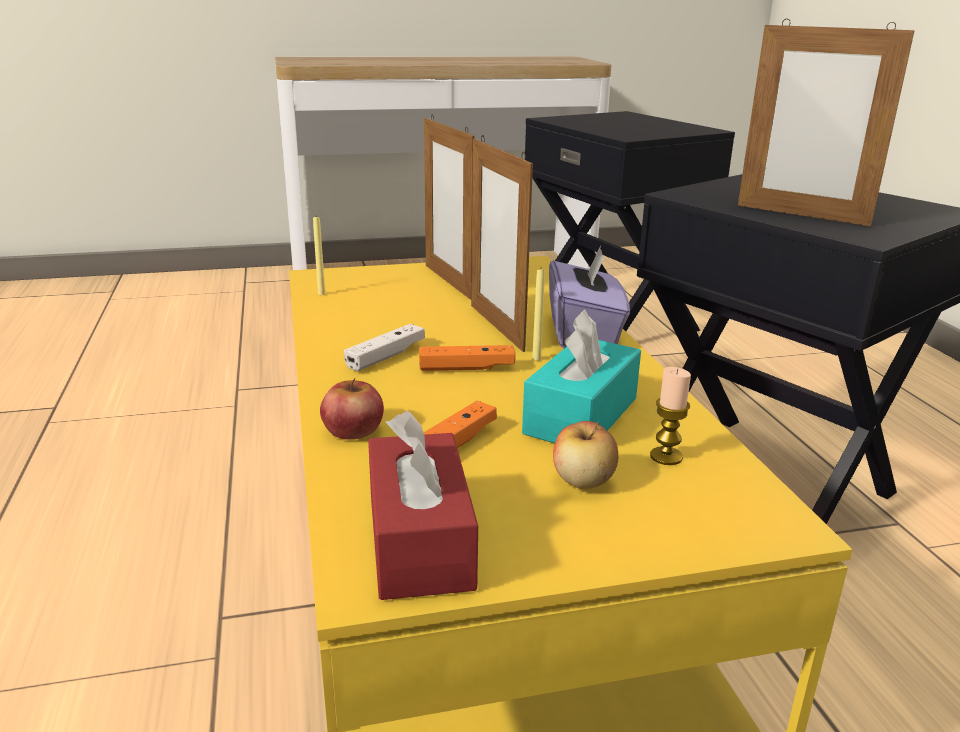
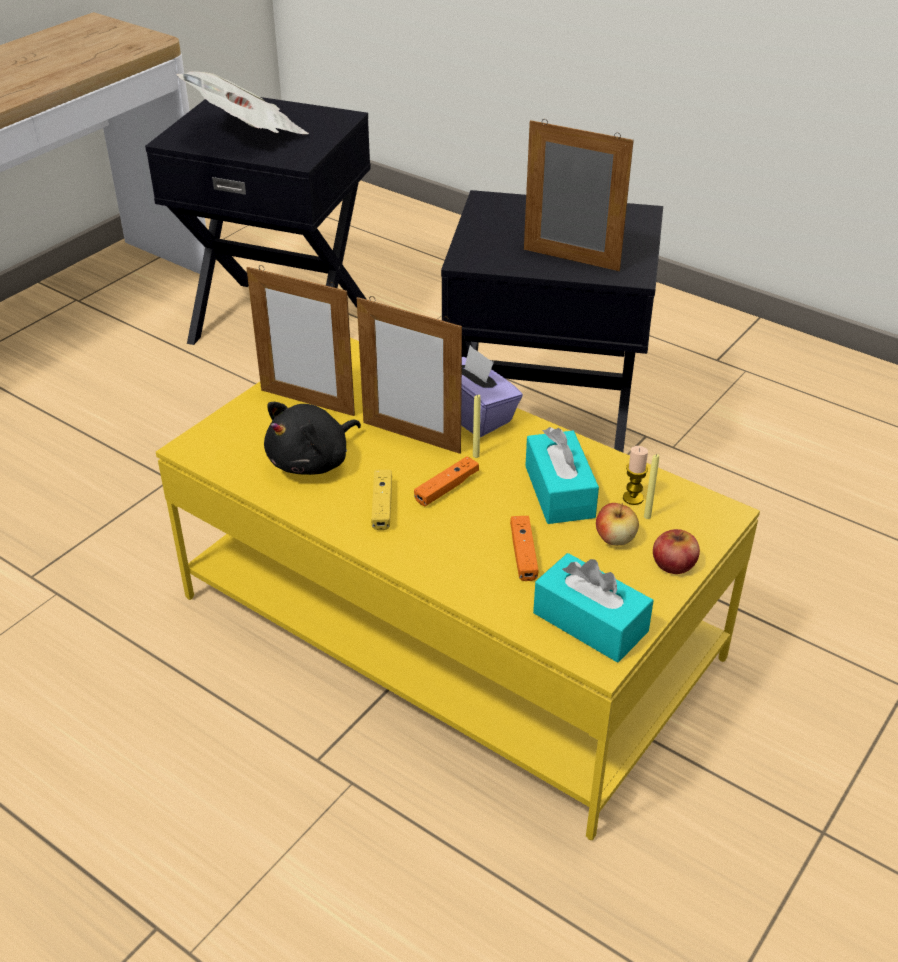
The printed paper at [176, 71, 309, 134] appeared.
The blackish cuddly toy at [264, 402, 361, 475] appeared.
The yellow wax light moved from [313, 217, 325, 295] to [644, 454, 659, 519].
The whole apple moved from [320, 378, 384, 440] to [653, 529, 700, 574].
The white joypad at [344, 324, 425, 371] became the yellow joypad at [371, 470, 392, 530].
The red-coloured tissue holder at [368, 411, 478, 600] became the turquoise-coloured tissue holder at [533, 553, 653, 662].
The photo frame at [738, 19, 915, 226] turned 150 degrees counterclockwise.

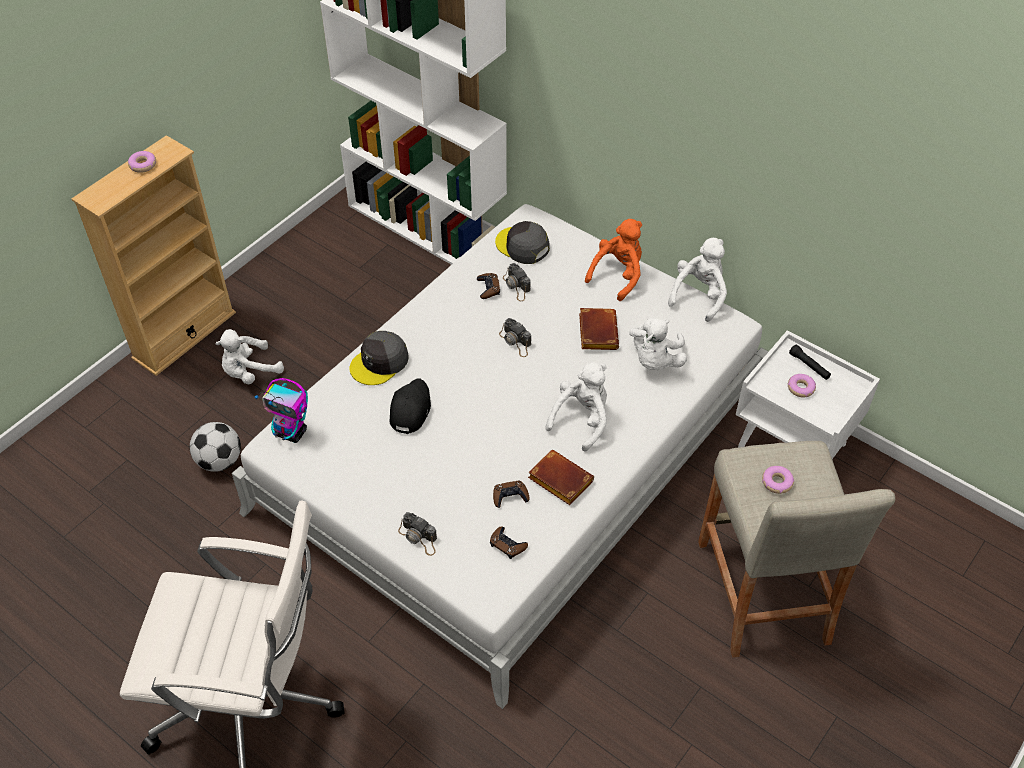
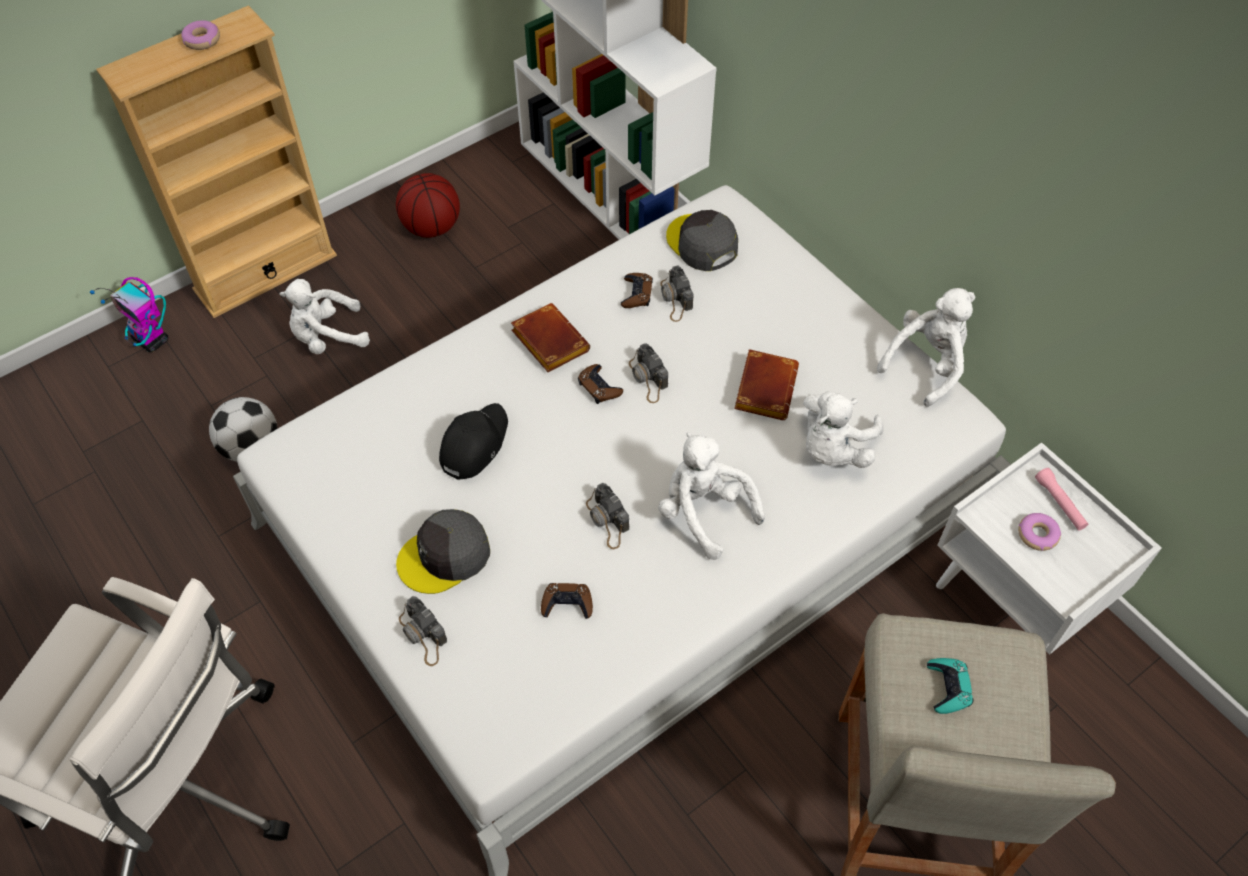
The orange cuddly toy at [585, 219, 642, 301] disappeared.
The basketball ball at [396, 173, 460, 238] appeared.
The still camera at [586, 483, 629, 549] appeared.
The model robot moved from [254, 378, 308, 443] to [90, 277, 168, 352].
The gray peaked cap moved from [350, 331, 409, 385] to [396, 509, 490, 594].
The brown joypad moved from [490, 527, 528, 559] to [578, 364, 623, 404].
The brown volume moved from [528, 450, 594, 505] to [511, 303, 590, 372].
The donut at [762, 466, 794, 494] was replaced by the turquoise-coloured joypad at [927, 658, 974, 714].
The blackish torch at [789, 345, 831, 380] became the pink torch at [1035, 468, 1088, 531].
The white cuddly toy at [545, 362, 607, 452] turned 90 degrees counterclockwise.

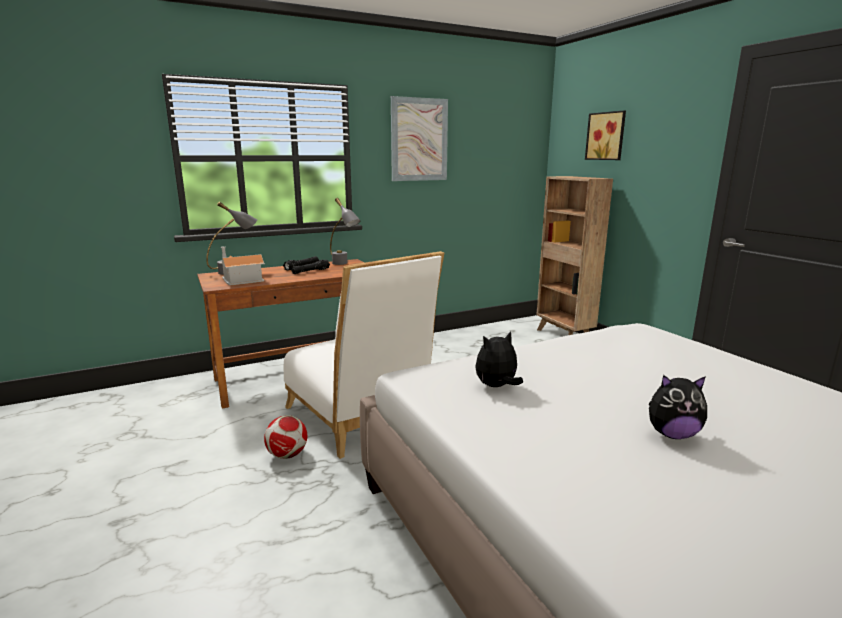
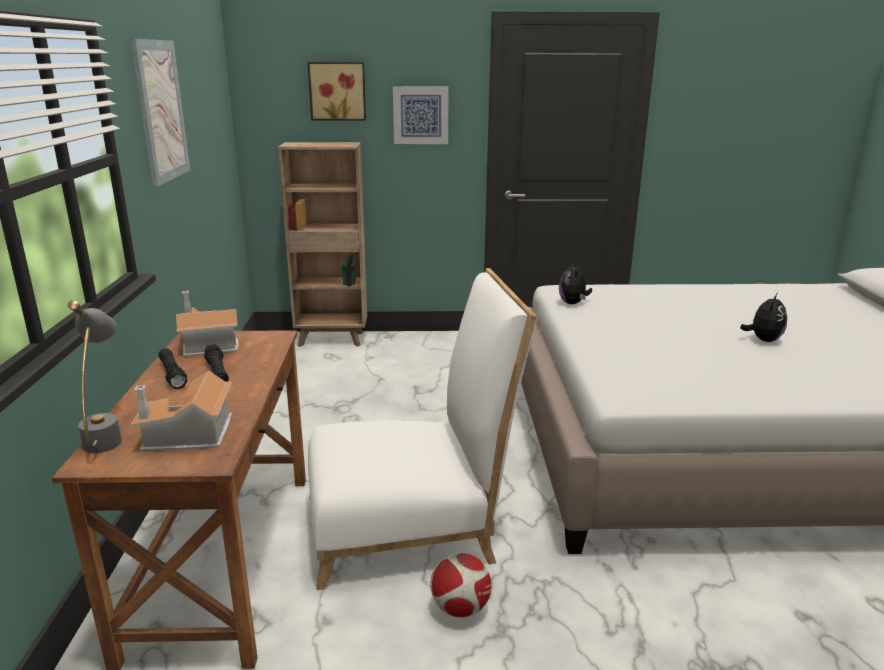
The wall art at [393, 86, 449, 144] appeared.
The cuddly toy moved from [475, 331, 523, 387] to [559, 261, 592, 304].
The gray tabletop lamp at [330, 198, 360, 265] was replaced by the toy house at [176, 291, 239, 357].

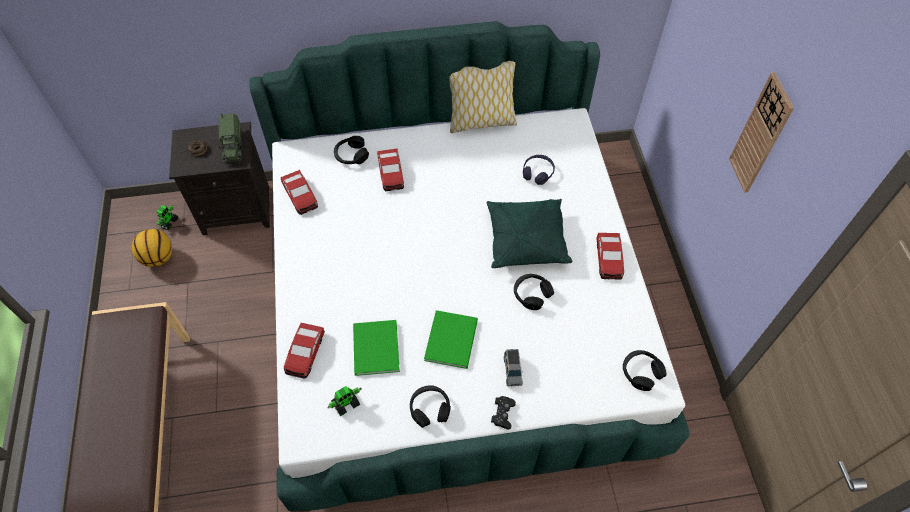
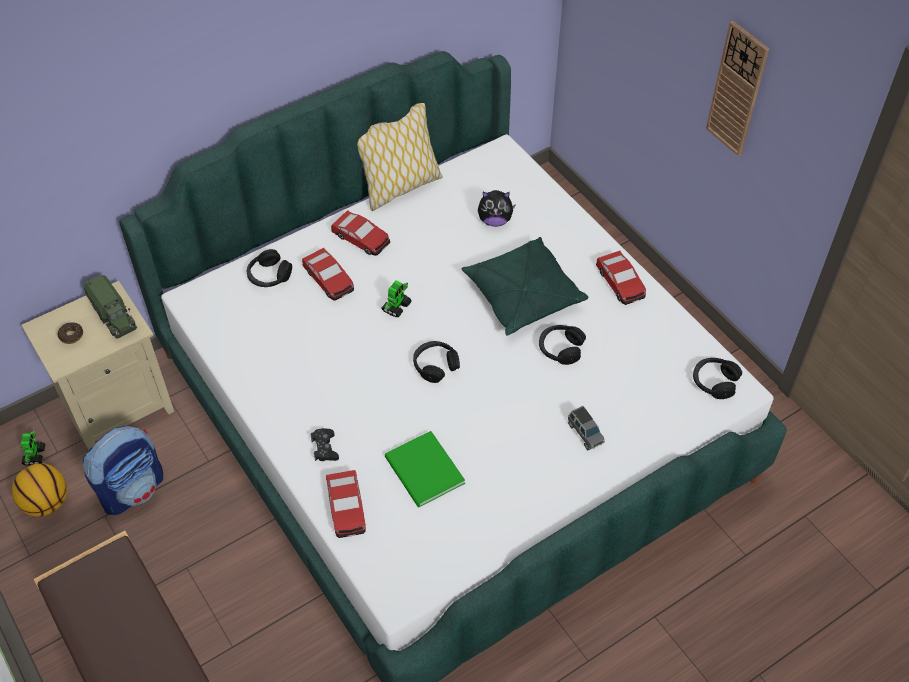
The greenish volume at [424, 310, 478, 369] disappeared.
The knapsack at [82, 426, 163, 515] appeared.
The miniature car moved from [281, 170, 318, 215] to [331, 210, 390, 256].
The model robot moved from [327, 386, 362, 416] to [382, 280, 412, 317].
The blackish headset moved from [410, 385, 451, 428] to [413, 341, 460, 383].
The blackish joypad moved from [491, 396, 516, 430] to [310, 428, 339, 461].
The purple headset at [523, 155, 555, 185] was replaced by the cuddly toy at [478, 190, 516, 227].
The blackish night table at [169, 122, 270, 235] became the beige-coloured night table at [21, 281, 174, 450].

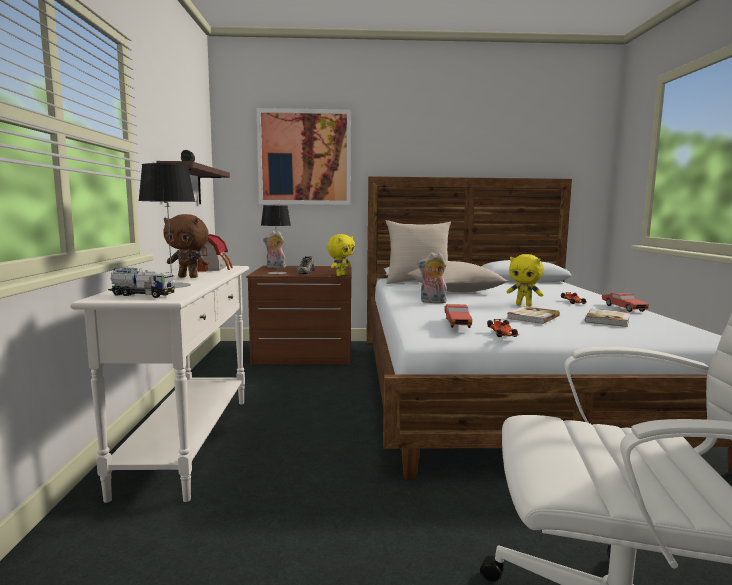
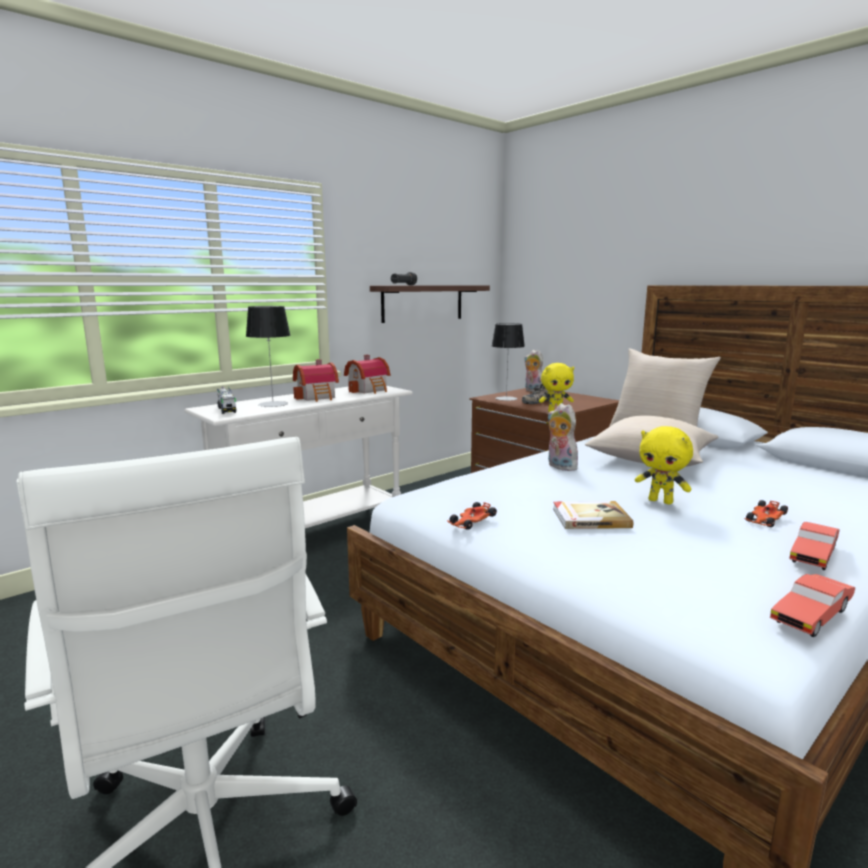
The wall art at [257, 108, 351, 205] disappeared.
The volume at [585, 309, 630, 327] disappeared.
The red-coloured miniature car moved from [444, 304, 472, 328] to [770, 574, 855, 637].
The brown cuddly toy at [164, 214, 209, 278] was replaced by the toy house at [293, 359, 339, 402].
The yellow cuddly toy at [506, 254, 544, 306] turned 45 degrees counterclockwise.

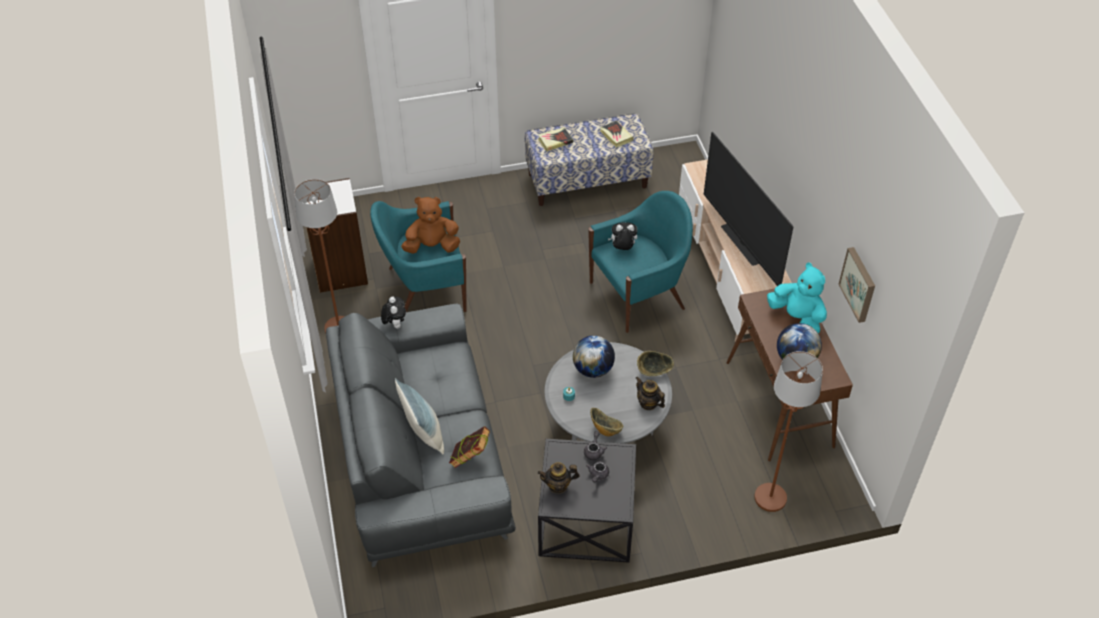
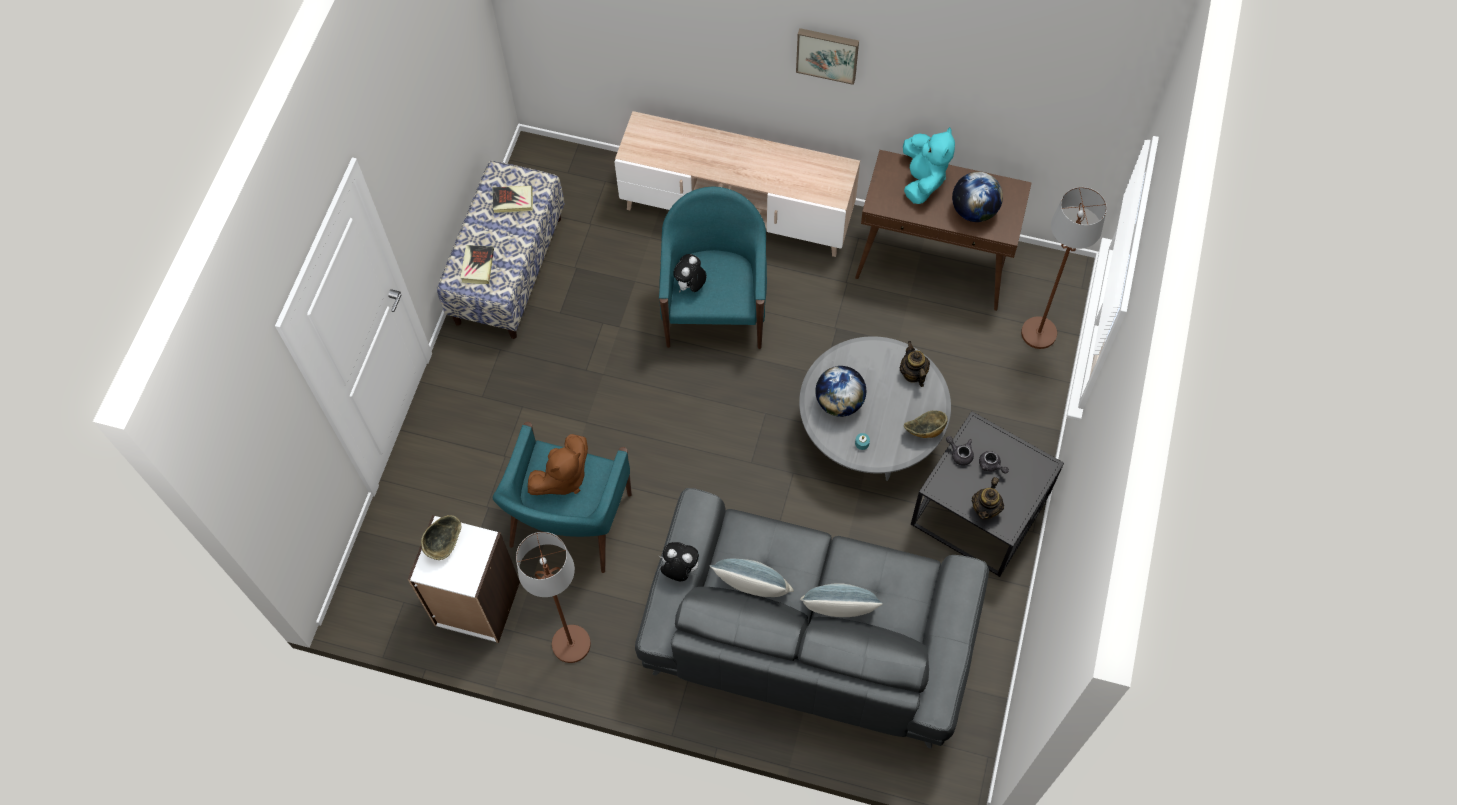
The volume at [449, 426, 490, 468] disappeared.
The television at [704, 132, 793, 286] disappeared.
The pillow at [709, 559, 794, 597] appeared.
The serving bowl moved from [637, 351, 674, 376] to [421, 515, 461, 560].
The wall art moved from [839, 247, 875, 323] to [796, 28, 859, 85].
The brown cuddly toy at [401, 197, 460, 254] turned 150 degrees counterclockwise.
The tea pot at [636, 377, 665, 410] turned 90 degrees clockwise.
The turquoise-coloured cuddly toy at [767, 263, 827, 334] turned 105 degrees clockwise.

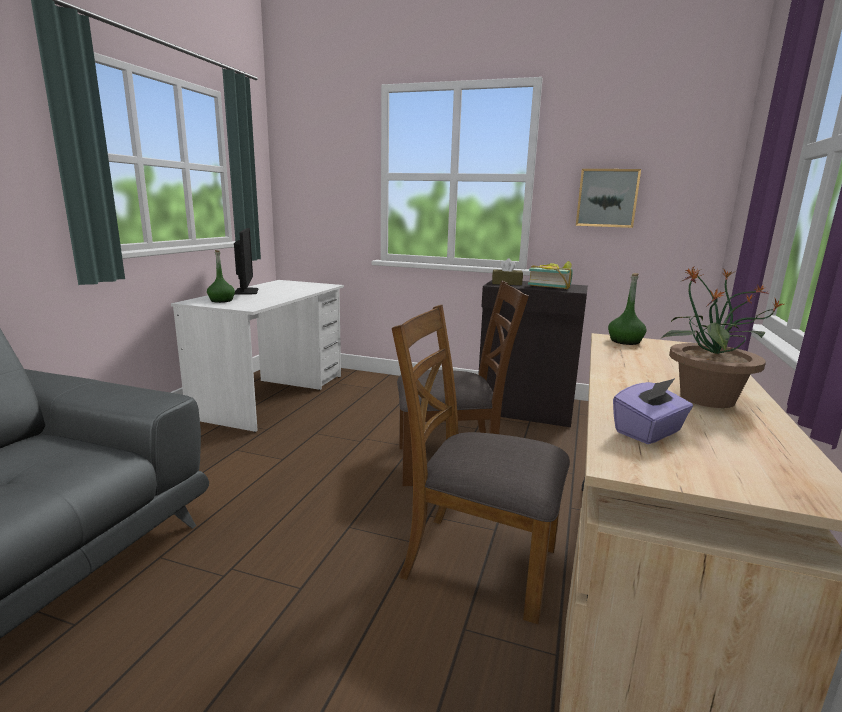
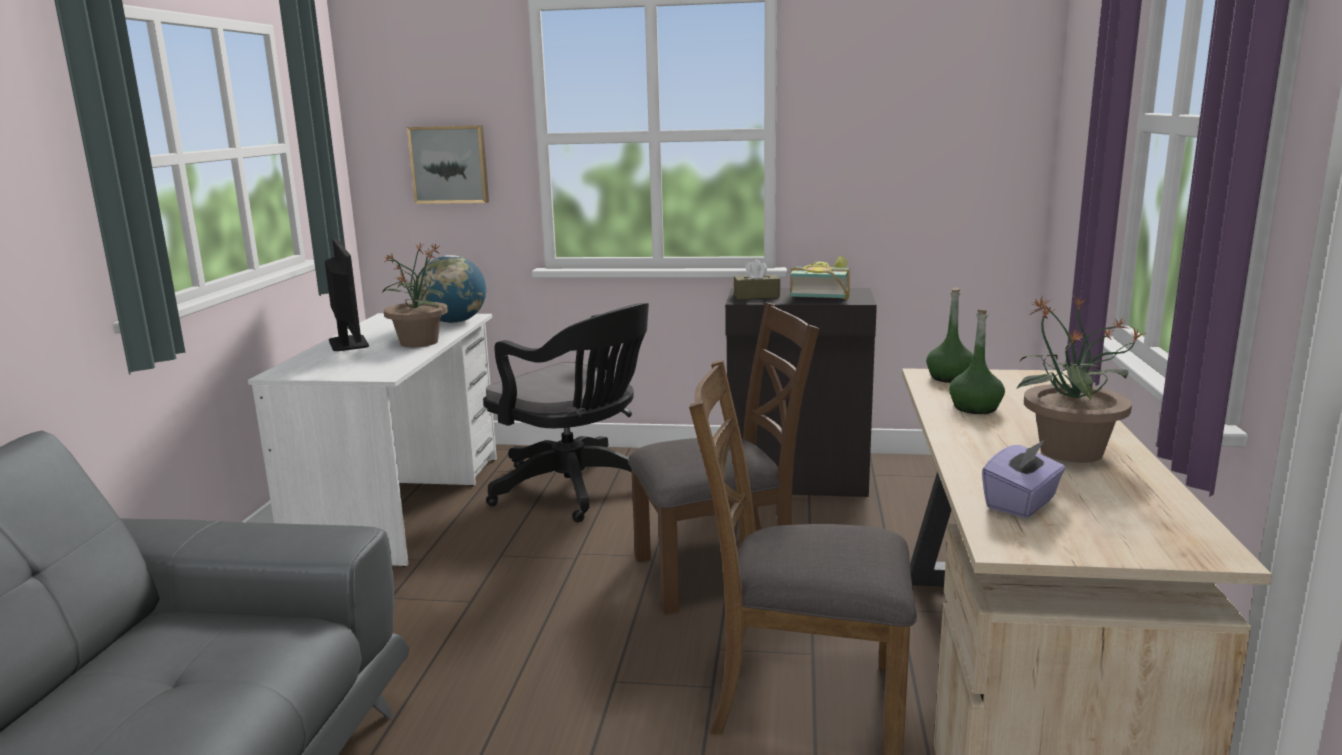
The houseplant at [383, 243, 454, 347] appeared.
The globe at [418, 255, 486, 323] appeared.
The blackish office chair at [483, 303, 649, 523] appeared.
The greenish drink bottle moved from [207, 250, 235, 303] to [949, 309, 1005, 414].
The wall art moved from [576, 169, 641, 228] to [407, 125, 489, 204].

